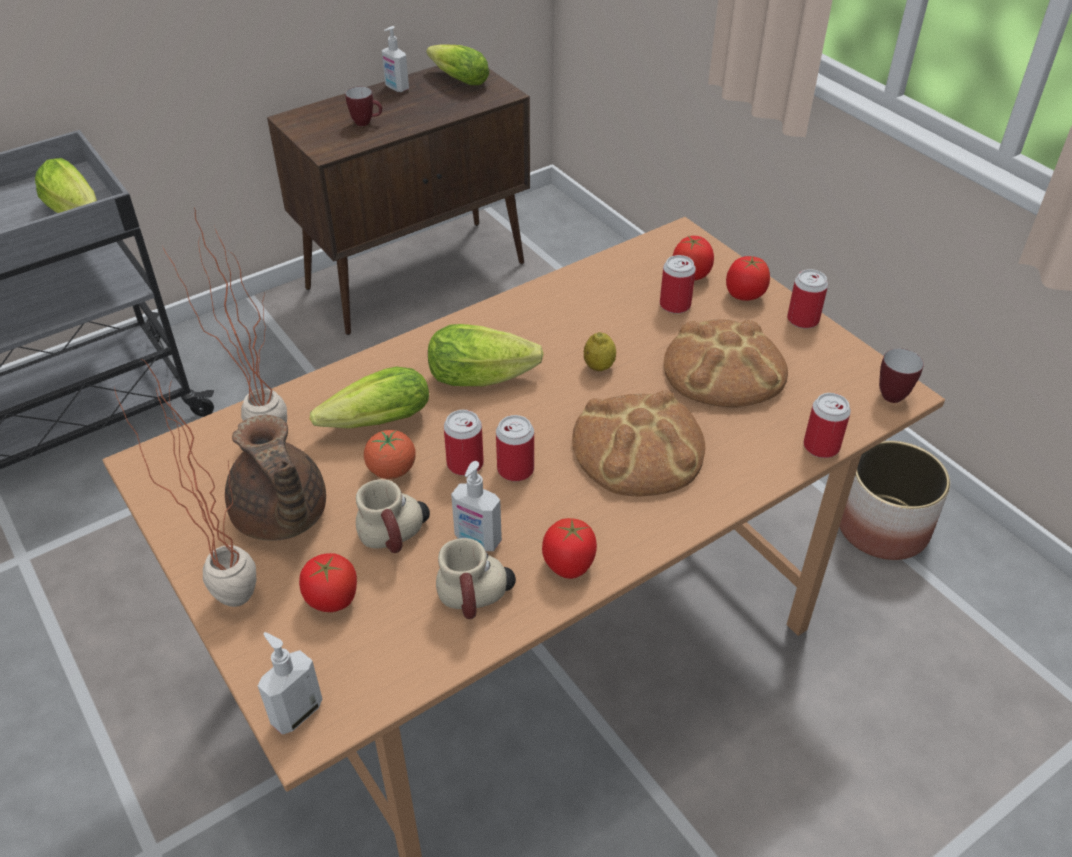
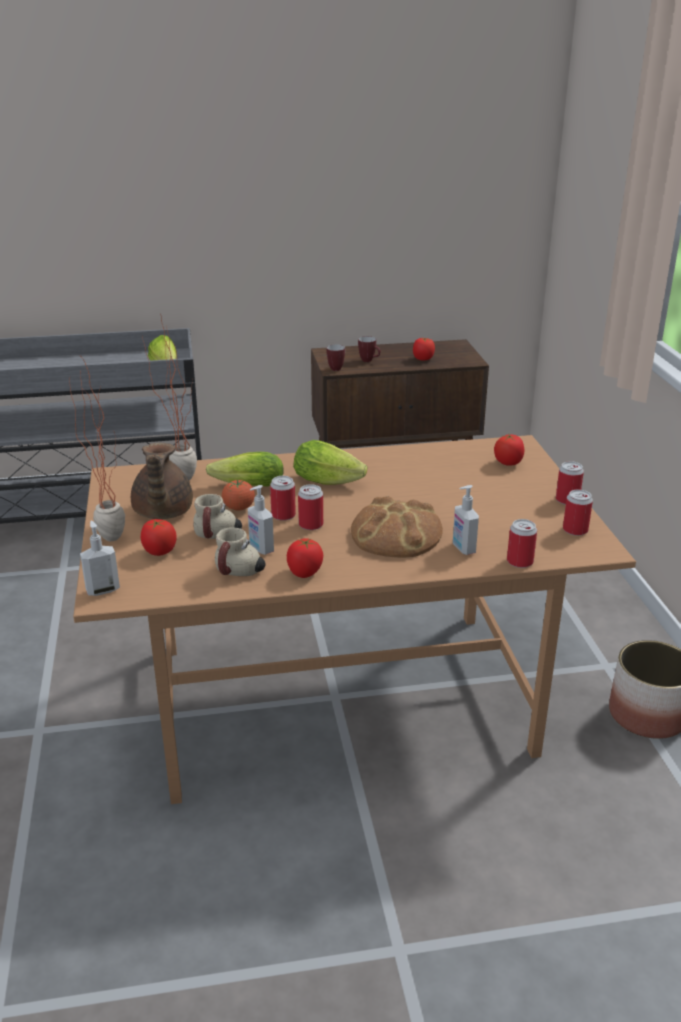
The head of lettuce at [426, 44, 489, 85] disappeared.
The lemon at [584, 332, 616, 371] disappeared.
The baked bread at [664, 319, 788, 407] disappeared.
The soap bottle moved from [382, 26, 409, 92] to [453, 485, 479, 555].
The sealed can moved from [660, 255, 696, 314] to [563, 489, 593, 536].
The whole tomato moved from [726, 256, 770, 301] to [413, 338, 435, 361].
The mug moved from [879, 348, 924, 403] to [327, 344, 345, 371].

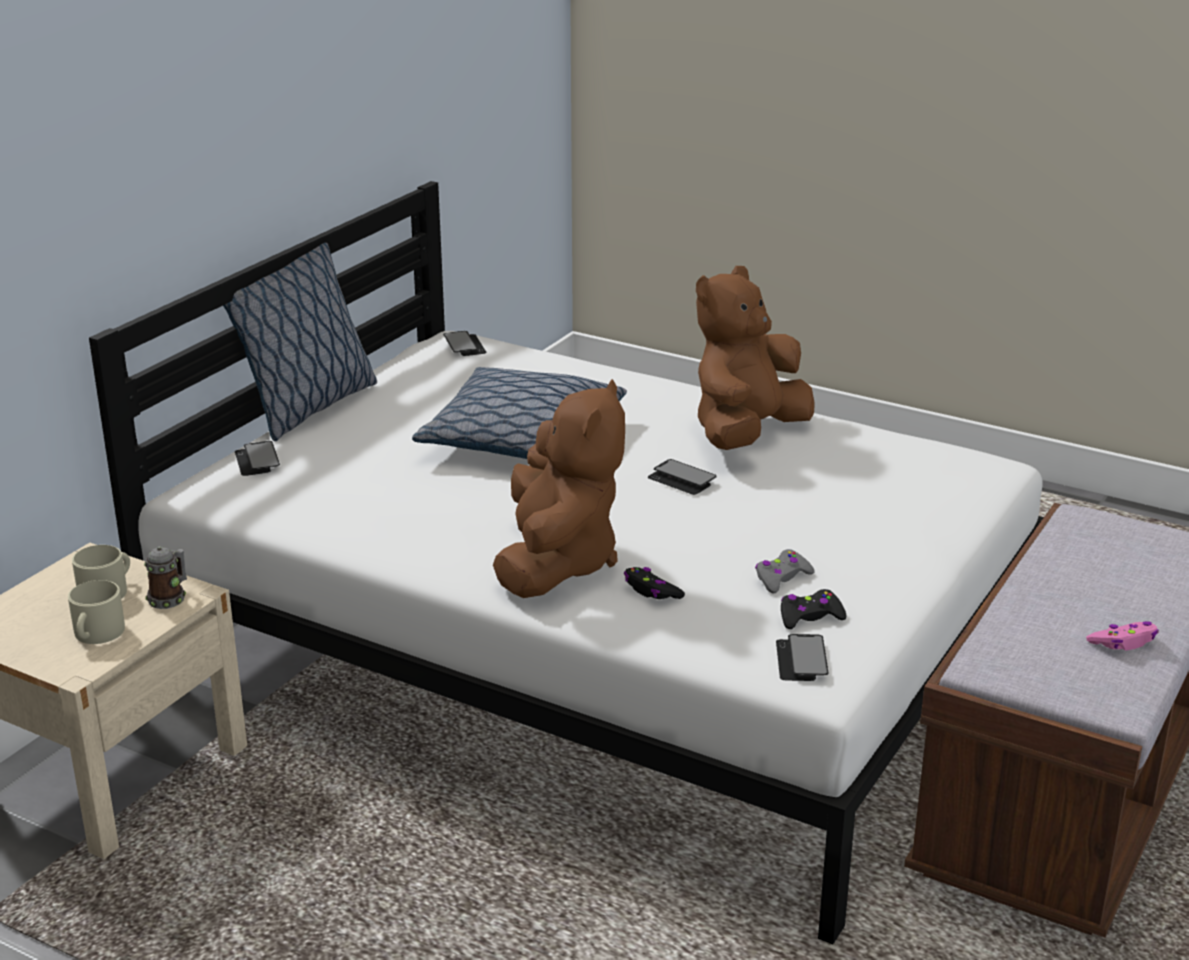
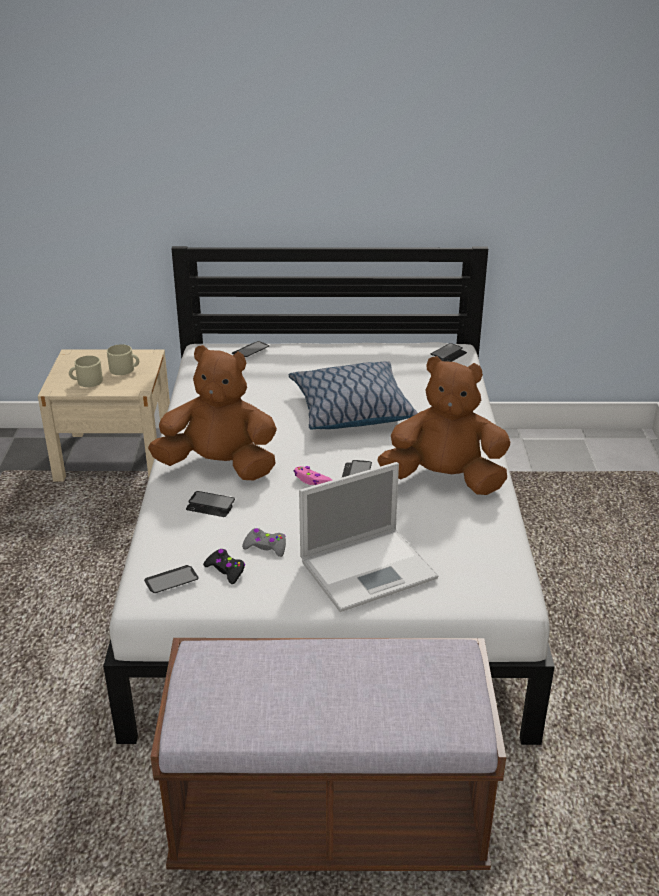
The mug at [144, 546, 187, 609] disappeared.
The pillow at [223, 243, 377, 441] disappeared.
The portable computer at [299, 462, 438, 612] appeared.
The pink joypad moved from [1086, 621, 1159, 650] to [294, 466, 332, 485].
The blackish joypad at [624, 567, 685, 599] was replaced by the telephone at [186, 491, 235, 517].
The brown cuddly toy at [493, 379, 625, 598] turned 150 degrees counterclockwise.

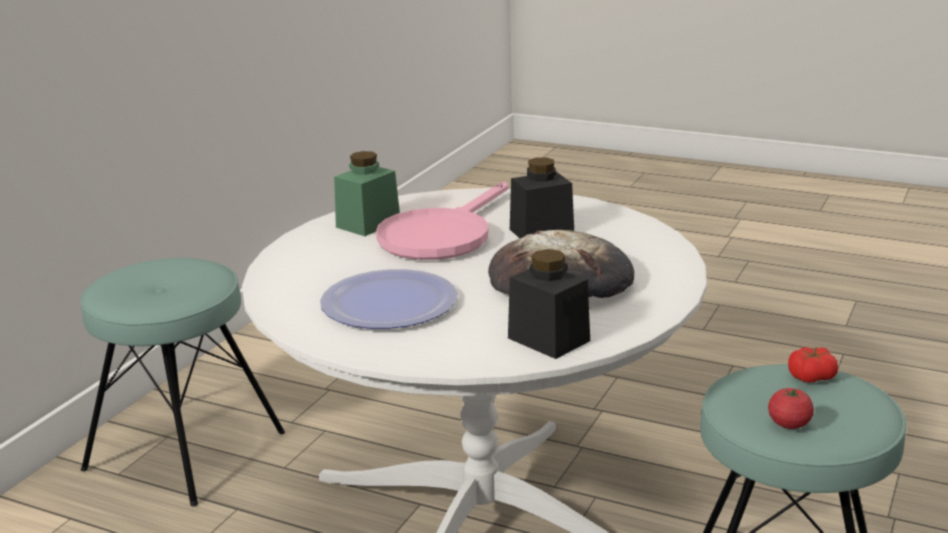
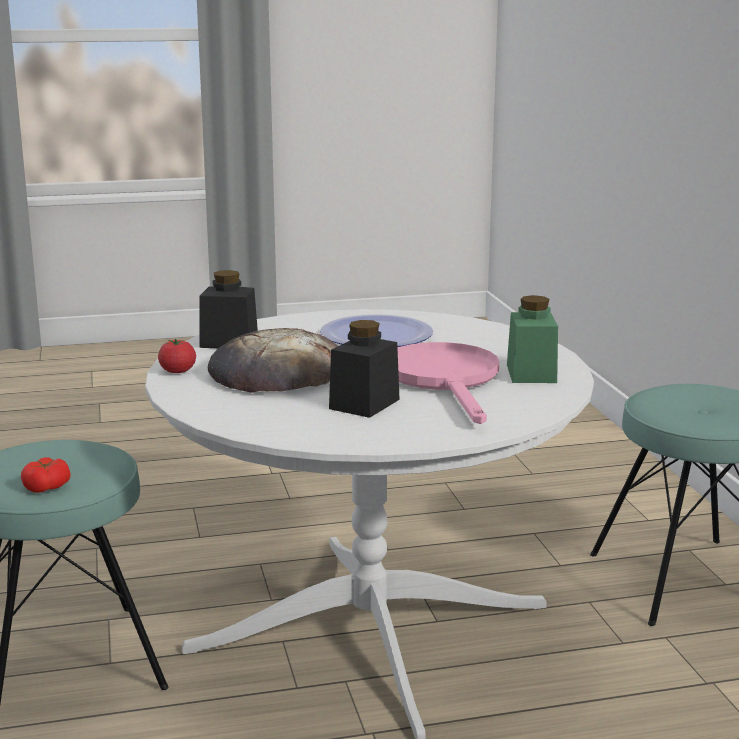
The whole tomato moved from [768, 388, 814, 429] to [158, 339, 196, 373].

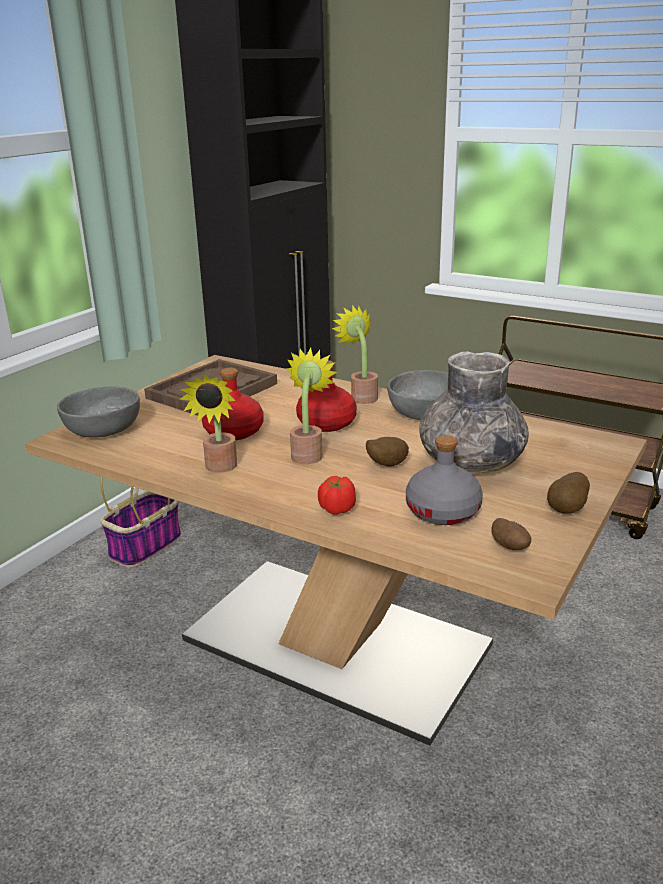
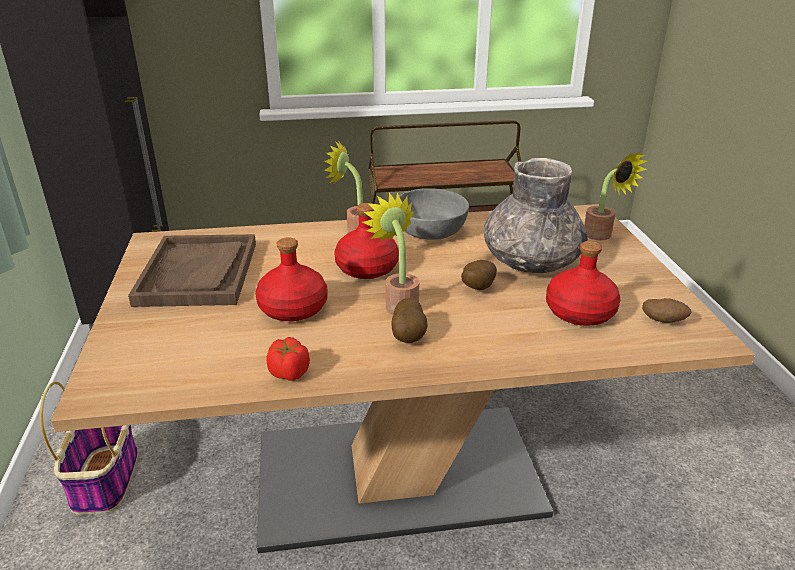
The gray serving bowl at [57, 386, 140, 438] disappeared.
The houseplant moved from [179, 374, 237, 473] to [584, 152, 647, 240].
The whole tomato moved from [318, 476, 356, 514] to [267, 337, 310, 381].
The potato moved from [547, 472, 590, 514] to [392, 298, 428, 343].
The gray drink bottle at [406, 435, 483, 525] became the red-coloured drink bottle at [546, 241, 620, 326].

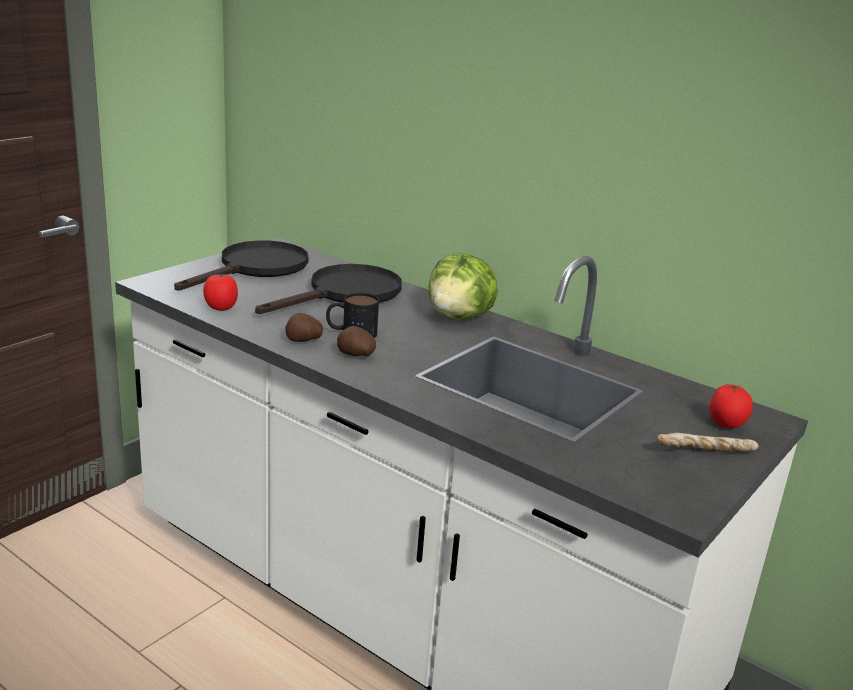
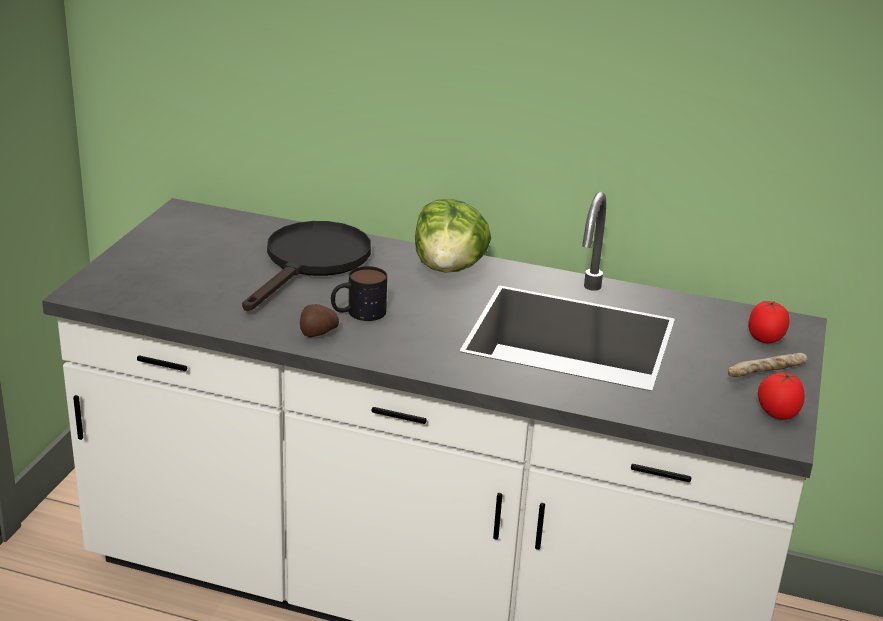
The blackish skillet at [174, 240, 308, 291] disappeared.
The potato at [337, 326, 376, 356] disappeared.
The whole tomato moved from [203, 274, 238, 311] to [758, 371, 804, 420].

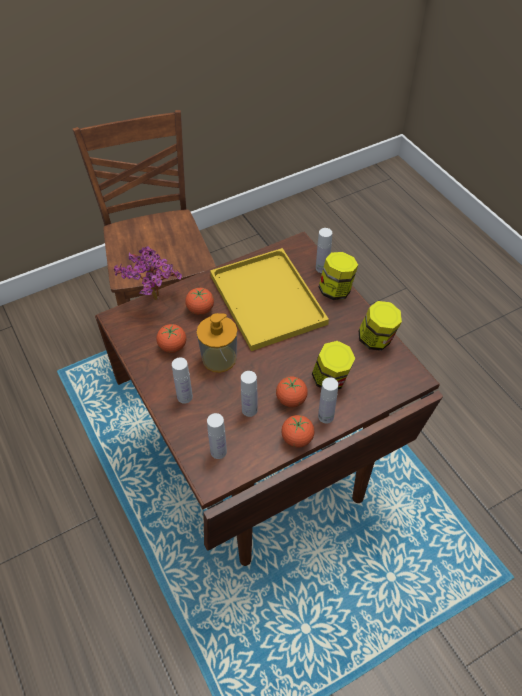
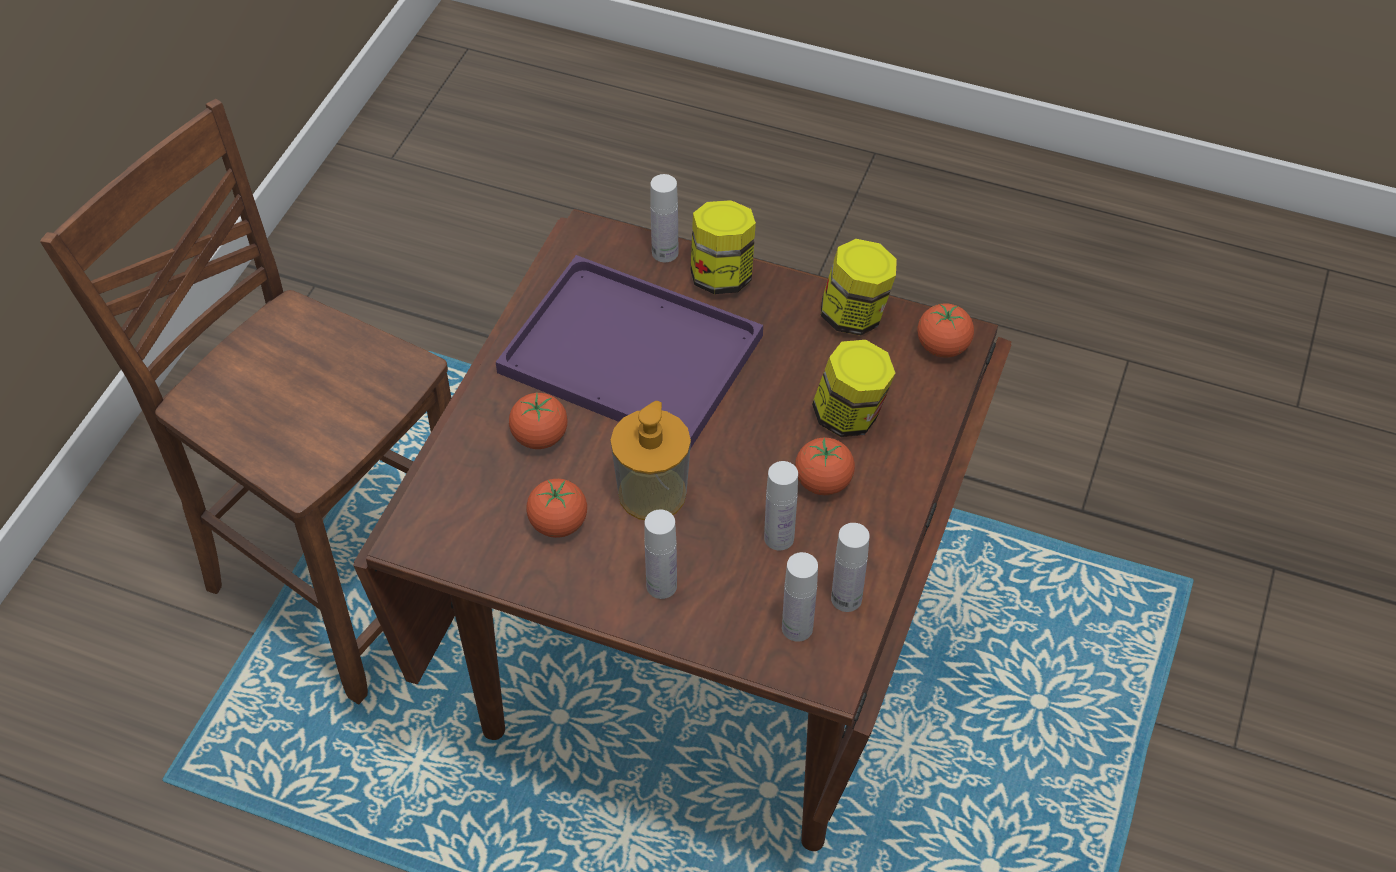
The houseplant at [114, 246, 182, 300] disappeared.
The whole tomato moved from [281, 415, 314, 447] to [918, 303, 974, 358].
The white drink bottle moved from [318, 377, 338, 424] to [831, 523, 870, 612].
The yellow tray at [210, 248, 329, 351] became the purple tray at [496, 255, 763, 449].

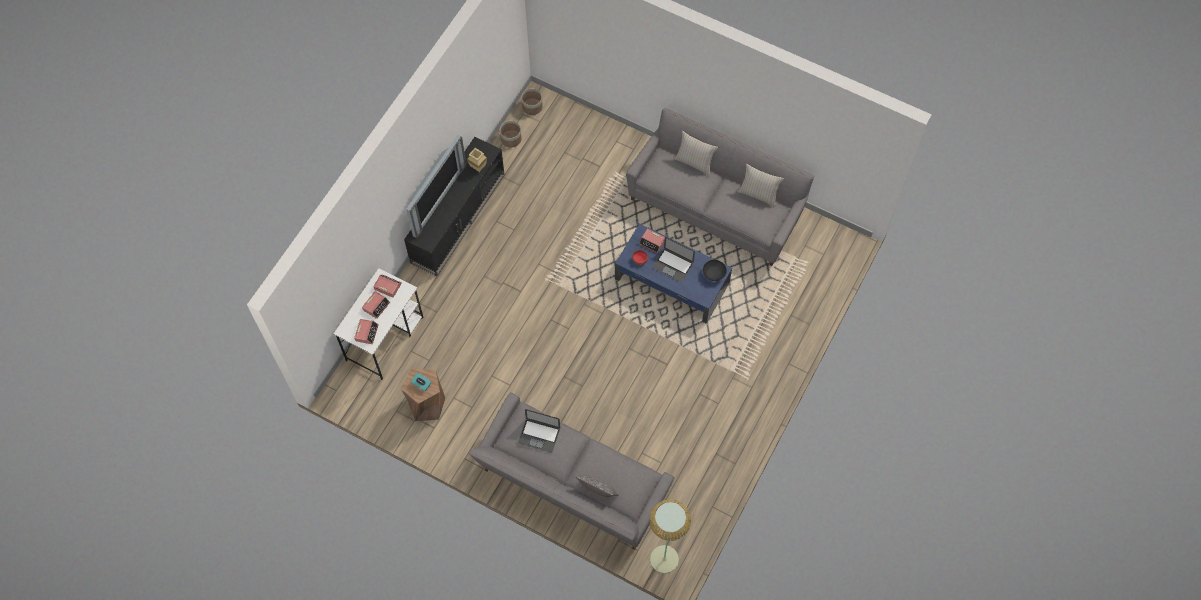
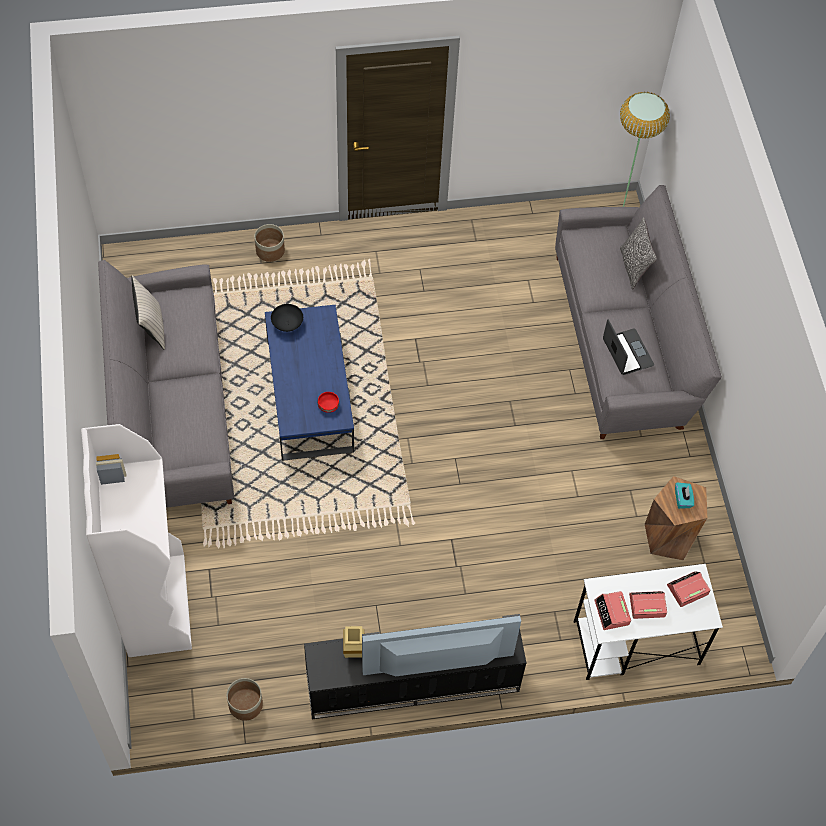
The alarm clock at [639, 229, 665, 253] disappeared.
The portable computer at [652, 237, 695, 282] disappeared.
The beige-coloured pillow at [674, 130, 718, 176] disappeared.
The white bookcase at [81, 424, 192, 657] appeared.
The flower pot moved from [521, 88, 543, 115] to [254, 224, 285, 262].

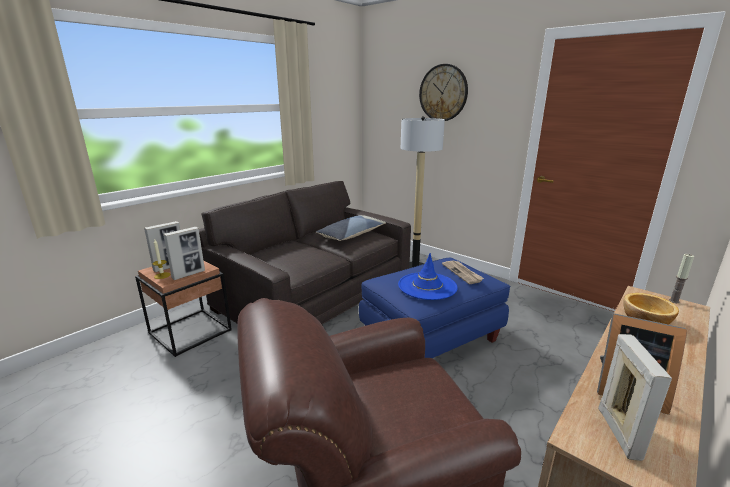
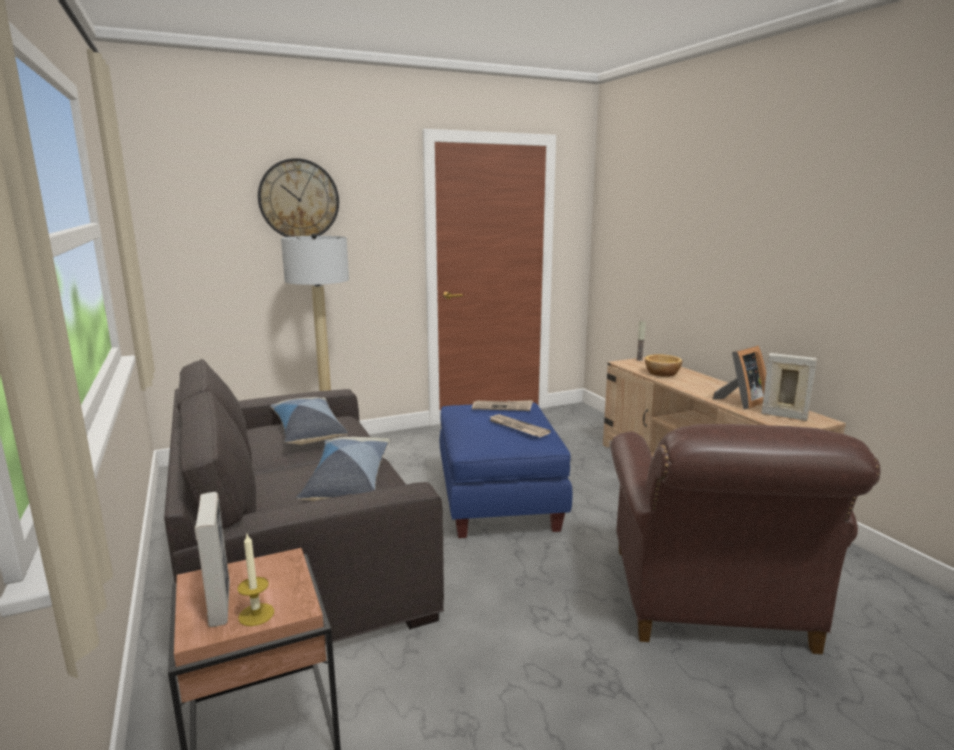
The photo frame at [163, 227, 205, 280] disappeared.
The pillow at [296, 437, 390, 501] appeared.
The blue-coloured hat at [398, 253, 458, 300] was replaced by the printed paper at [488, 414, 551, 437].

